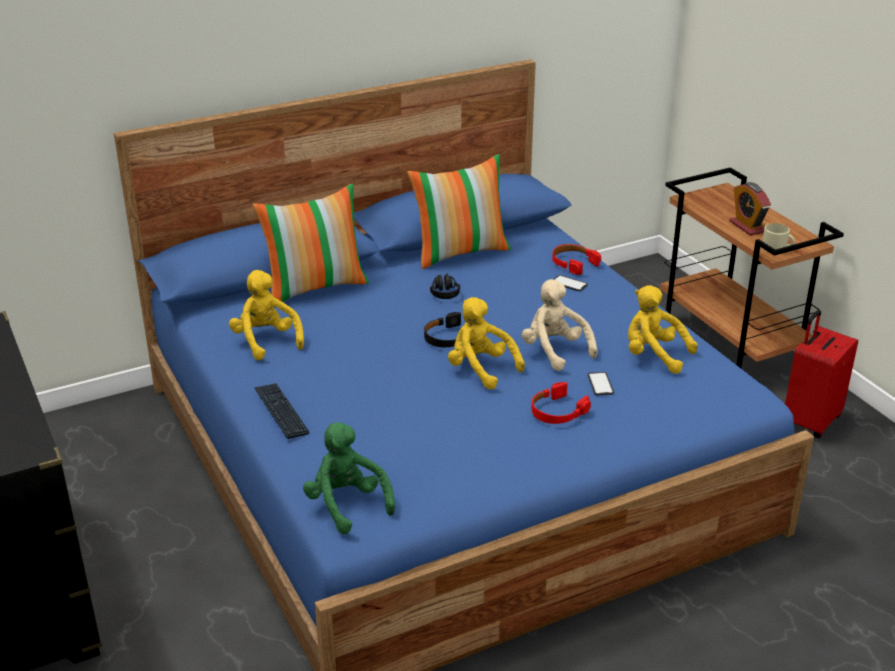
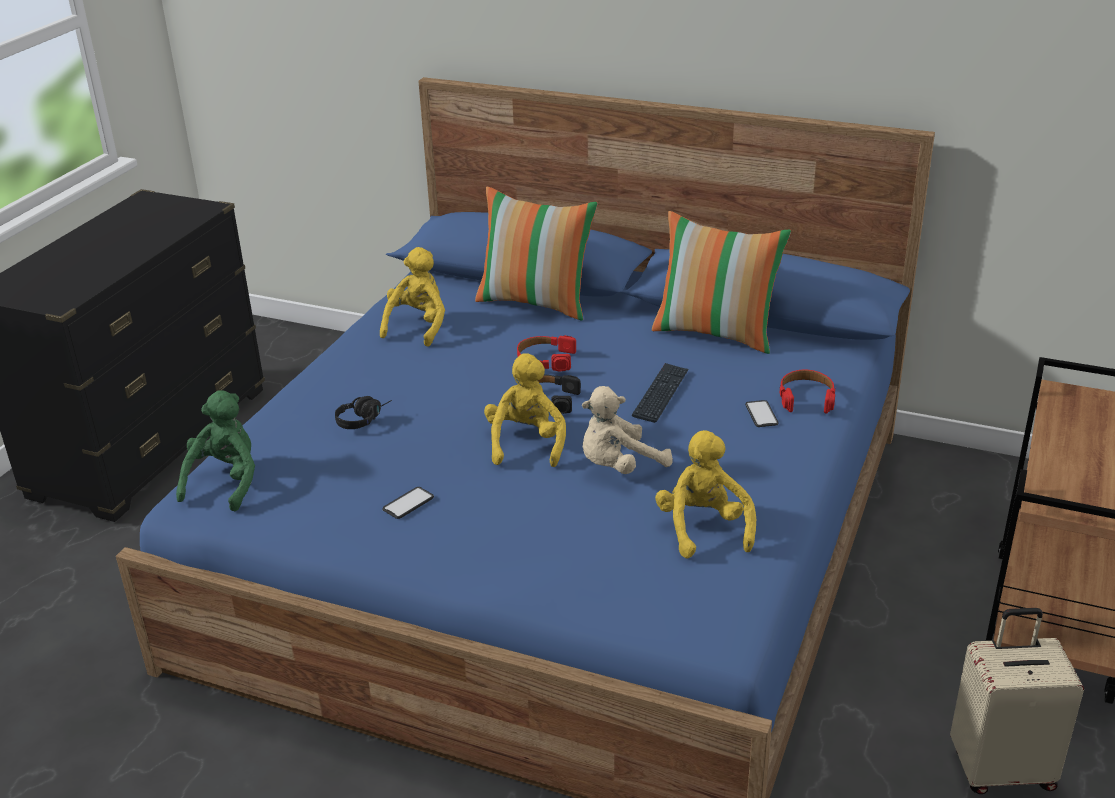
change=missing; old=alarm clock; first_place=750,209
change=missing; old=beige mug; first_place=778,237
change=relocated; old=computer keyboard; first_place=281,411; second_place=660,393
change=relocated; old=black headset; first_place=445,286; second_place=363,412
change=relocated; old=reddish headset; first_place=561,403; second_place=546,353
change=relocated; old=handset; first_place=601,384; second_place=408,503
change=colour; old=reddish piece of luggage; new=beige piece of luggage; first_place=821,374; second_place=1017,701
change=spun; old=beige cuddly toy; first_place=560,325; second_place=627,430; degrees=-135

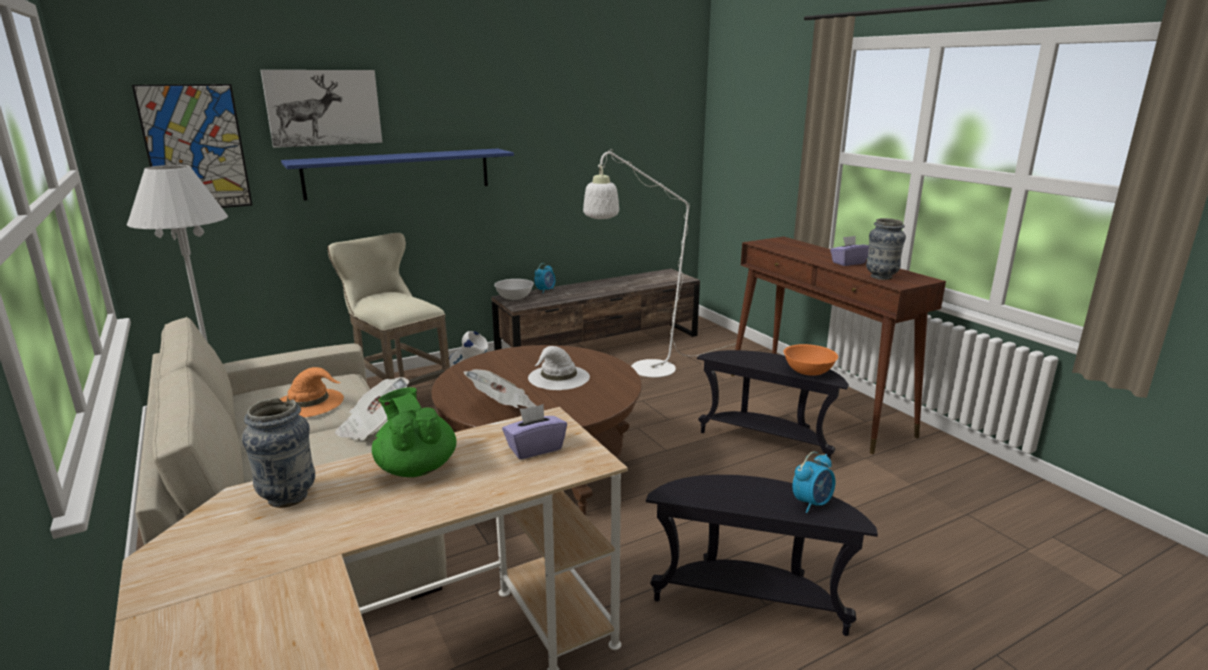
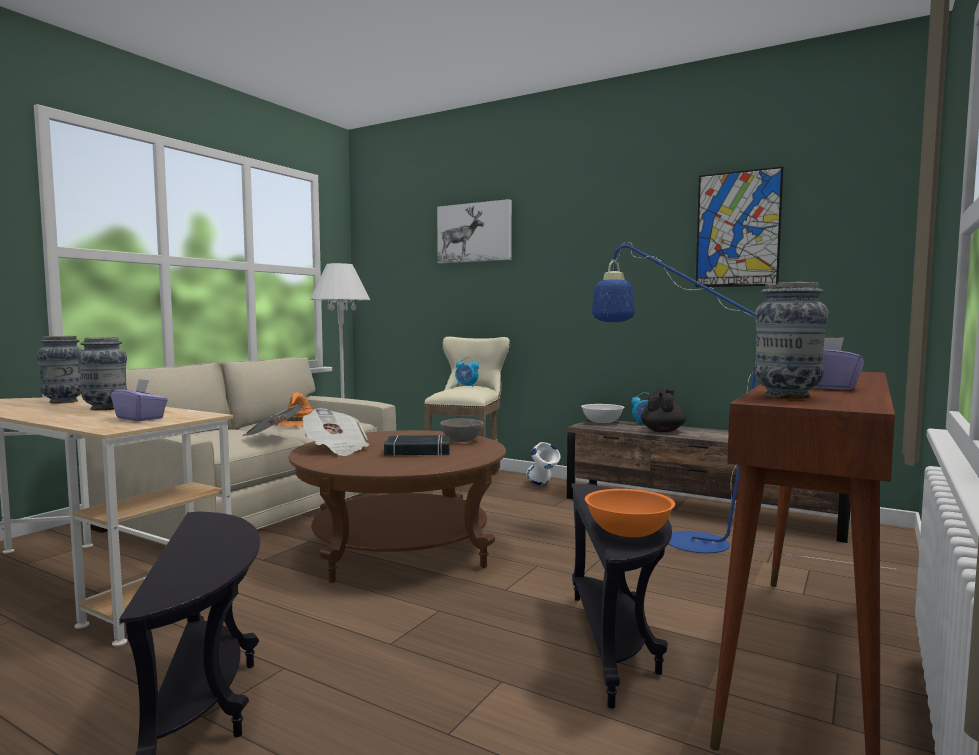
change=missing; old=blue bracket shelf; first_place=397,175
change=appeared; new=gray deep dish; second_place=462,430
change=appeared; new=black teapot; second_place=663,410
change=relocated; old=wall picture; first_place=192,146; second_place=739,226
change=relocated; old=alarm clock; first_place=814,482; second_place=467,372
change=exchanged; old=greenish teapot; new=vase; first_place=414,432; second_place=102,373
change=exchanged; old=white wearable hat; new=black volume; first_place=559,368; second_place=417,445
change=colour; old=white standing lamp; new=blue standing lamp; first_place=659,263; second_place=744,406

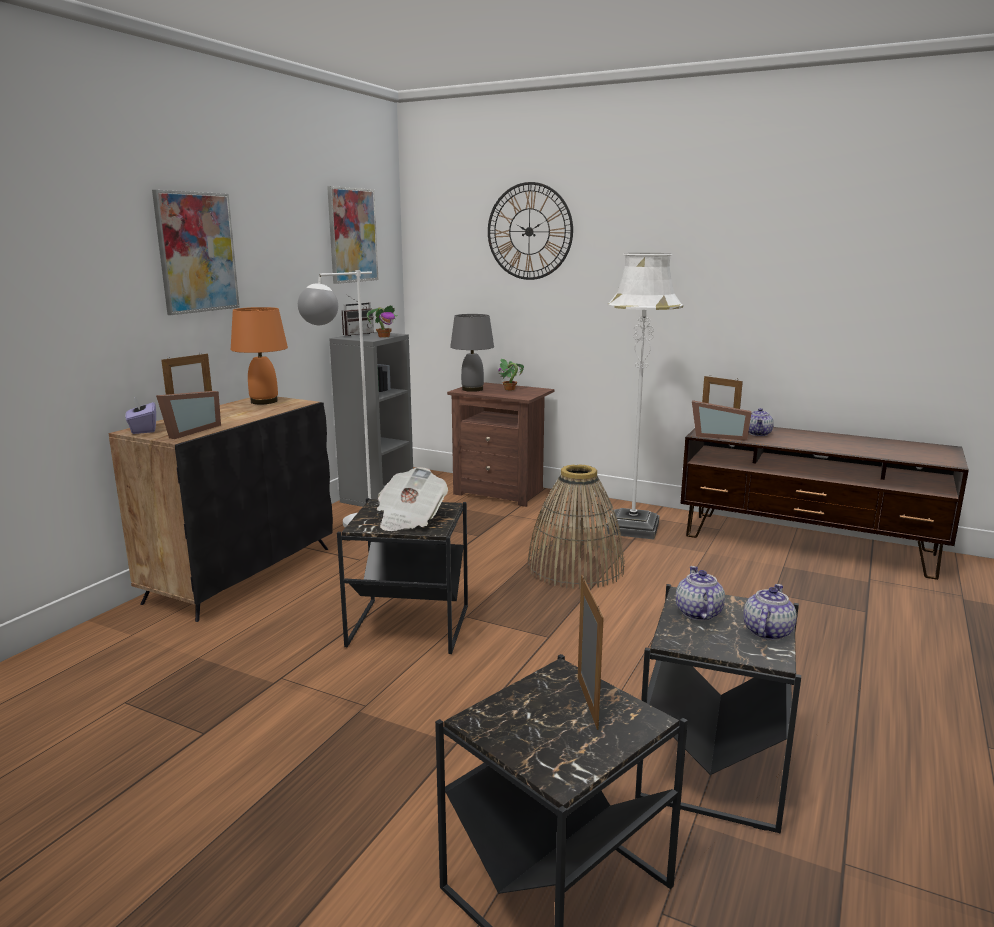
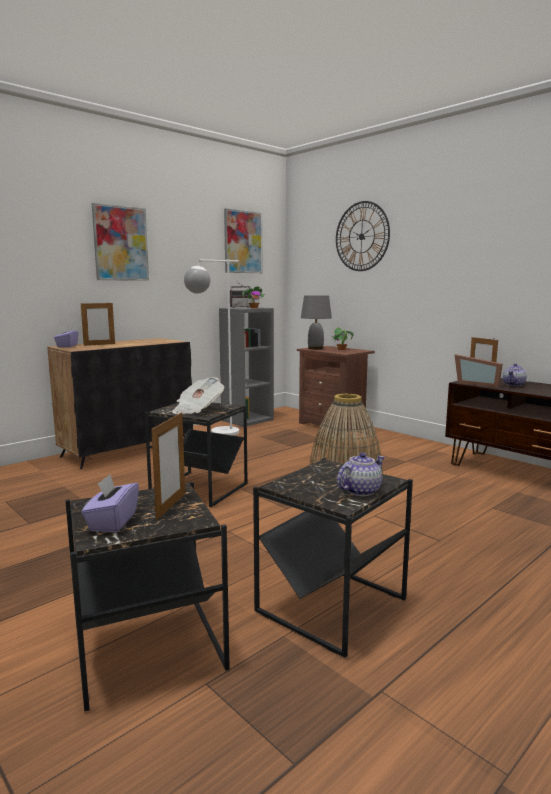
change=missing; old=photo frame; first_place=188,415
change=missing; old=orange lamp for a table; first_place=259,355
change=missing; old=white standing lamp; first_place=644,396
change=missing; old=teapot; first_place=700,593
change=appeared; new=purplish box of tissues; second_place=110,503

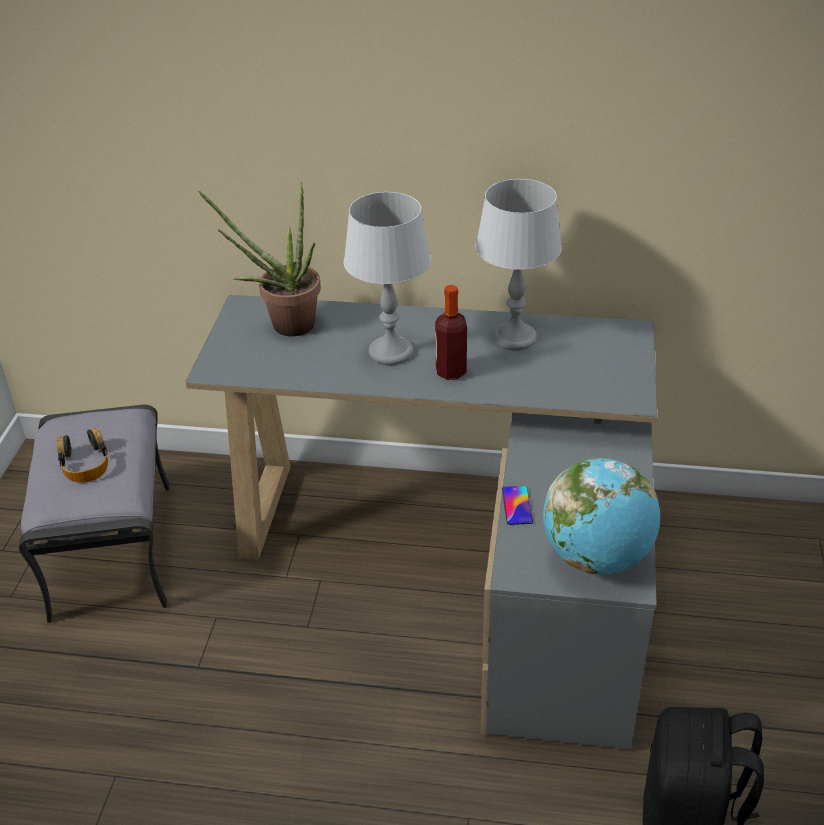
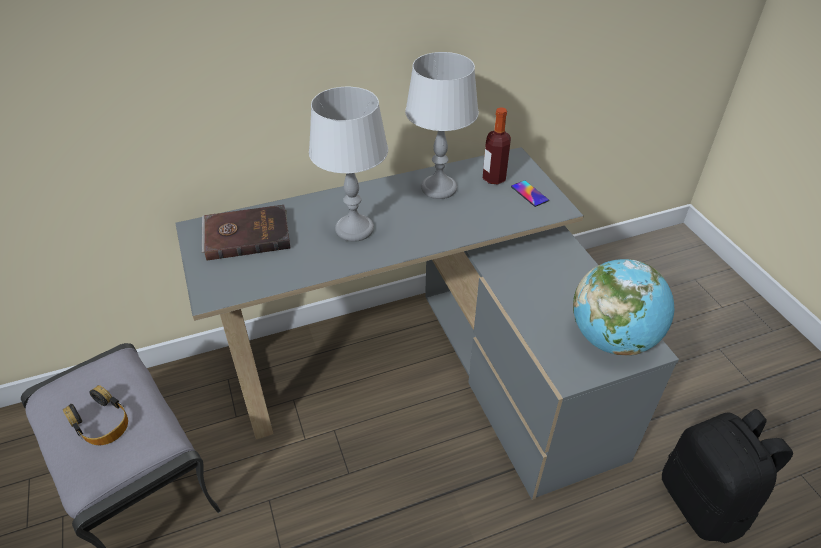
change=relocated; old=bottle; first_place=451,332; second_place=497,146
change=relocated; old=handset; first_place=517,505; second_place=530,194
change=exchanged; old=potted plant; new=brown-coloured volume; first_place=259,259; second_place=246,233

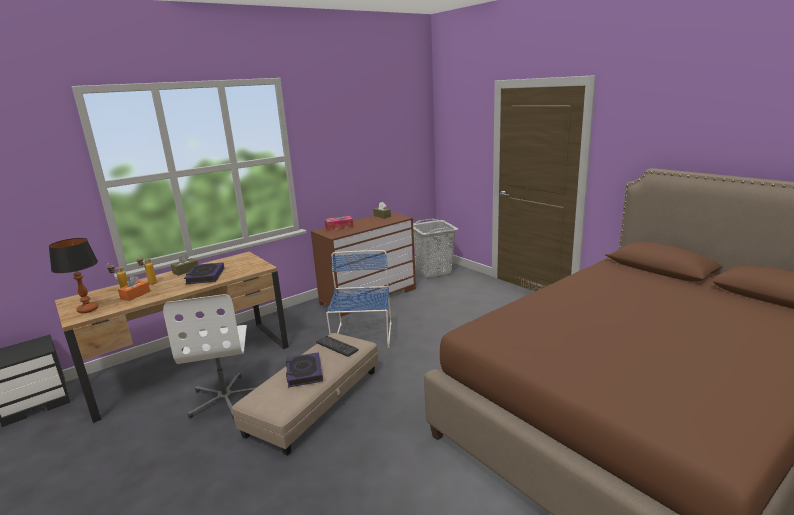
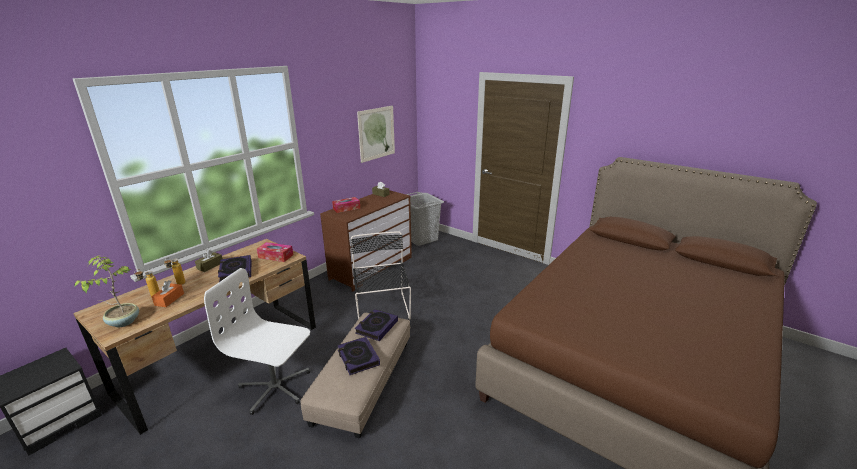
change=appeared; new=box of tissues; second_place=275,252
change=appeared; new=wall picture; second_place=376,134
change=exchanged; old=lamp for a table; new=potted plant; first_place=73,275; second_place=107,291
change=exchanged; old=computer keyboard; new=volume; first_place=337,346; second_place=376,325
change=colour; old=blue chair; new=black chair; first_place=359,299; second_place=380,275
change=spun; old=white computer chair; first_place=210,356; second_place=257,341; degrees=135

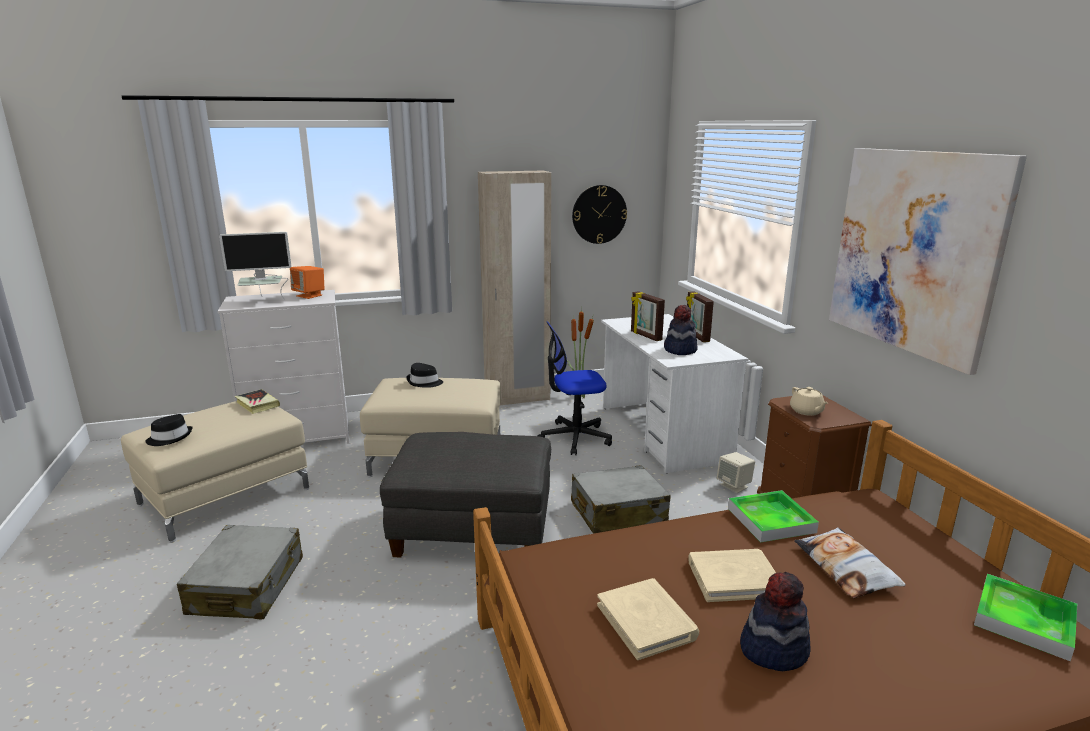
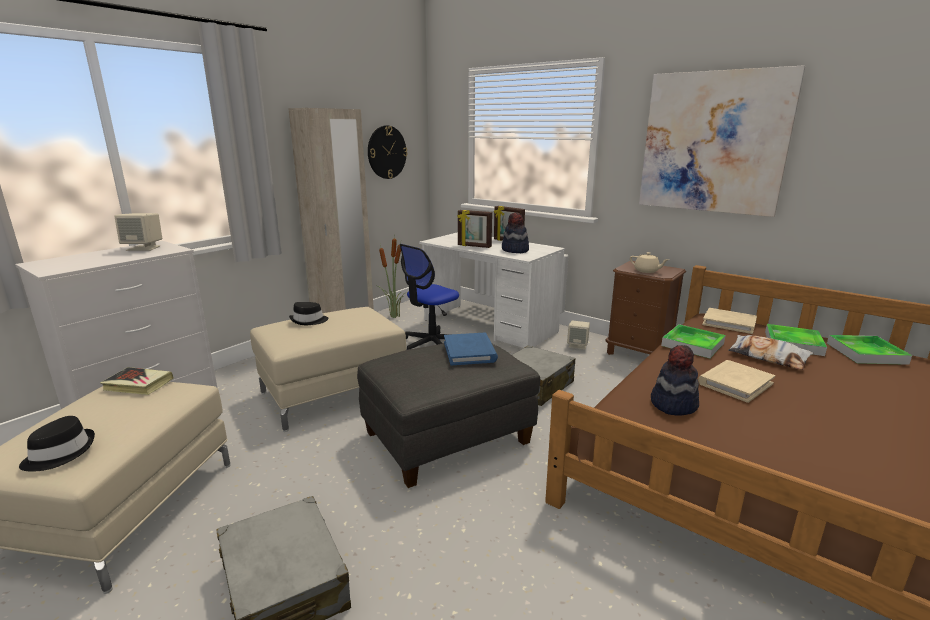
change=missing; old=monitor; first_place=255,266
change=appeared; new=blue volume; second_place=471,349
change=appeared; new=carrying tray; second_place=796,340
change=relocated; old=beige volume; first_place=648,619; second_place=729,321
change=relocated; old=wearable hat; first_place=775,621; second_place=675,380
change=colour; old=orange speaker; new=beige speaker; first_place=307,282; second_place=138,232

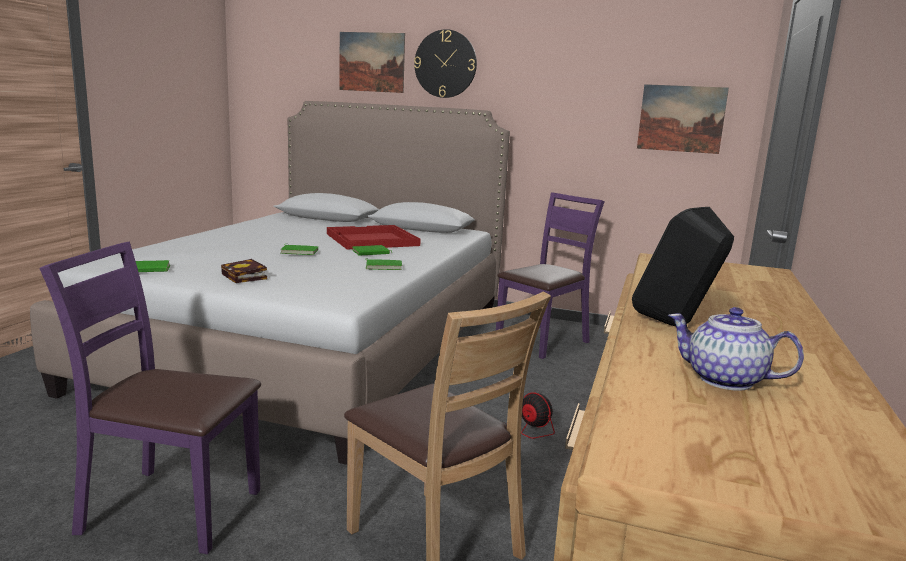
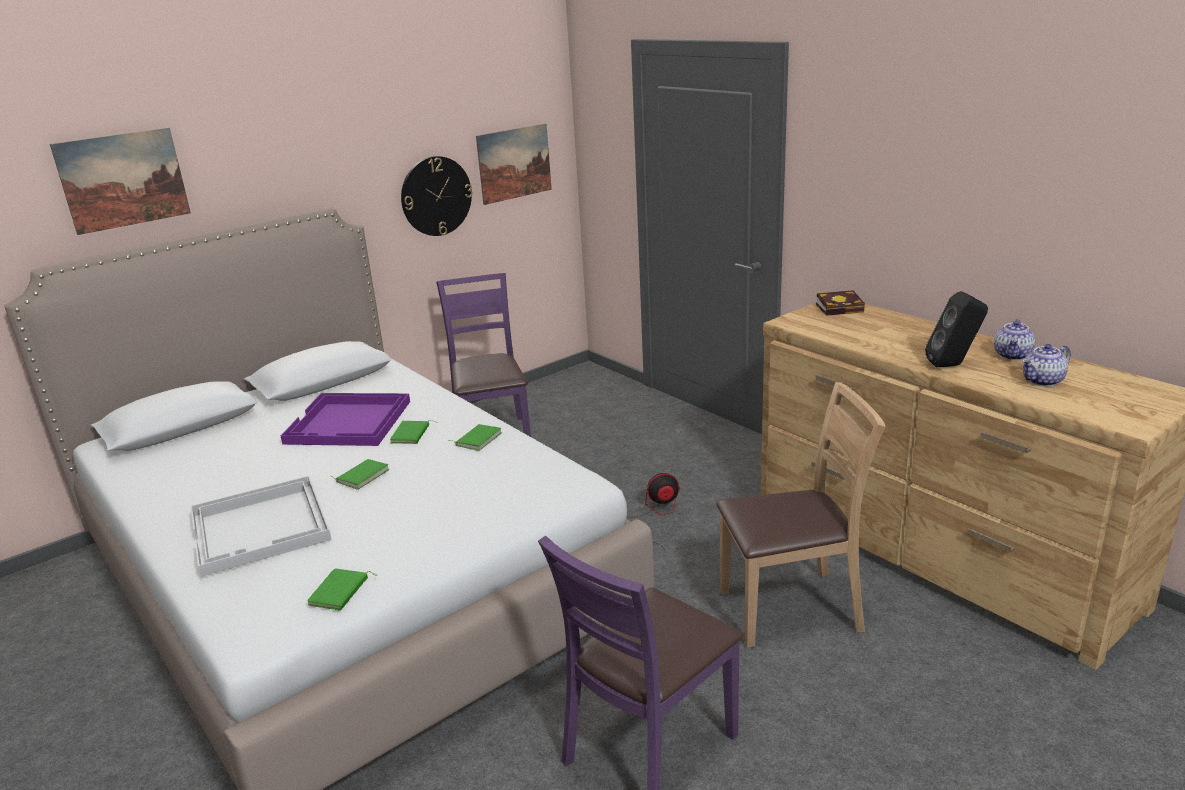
change=appeared; new=white carrying tray; second_place=261,526
change=appeared; new=teapot; second_place=1014,339
change=relocated; old=volume; first_place=244,271; second_place=840,303
change=relocated; old=clock on the wall; first_place=445,63; second_place=437,196
change=colour; old=reddish carrying tray; new=purplish carrying tray; first_place=374,237; second_place=345,419

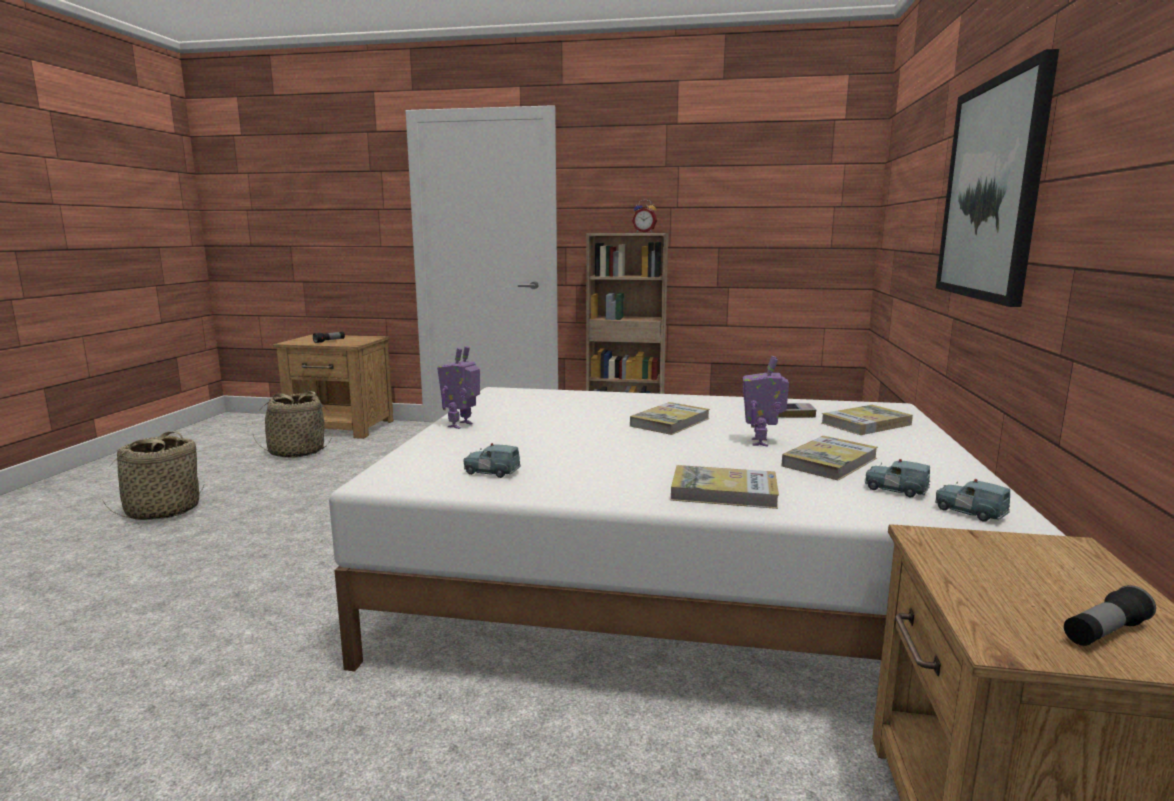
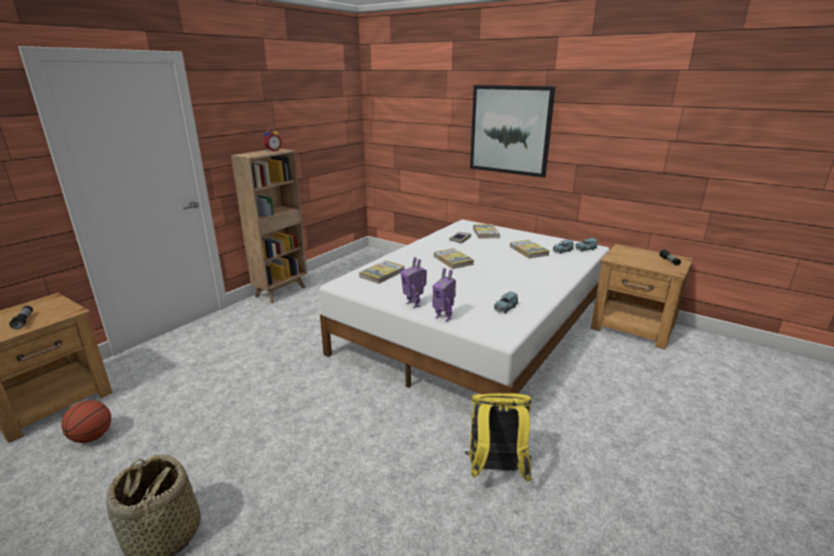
change=appeared; new=yellowish backpack; second_place=498,437
change=relocated; old=volume; first_place=725,487; second_place=382,272
change=relocated; old=model robot; first_place=766,401; second_place=444,295
change=exchanged; old=storage basket; new=basketball ball; first_place=292,424; second_place=86,421

